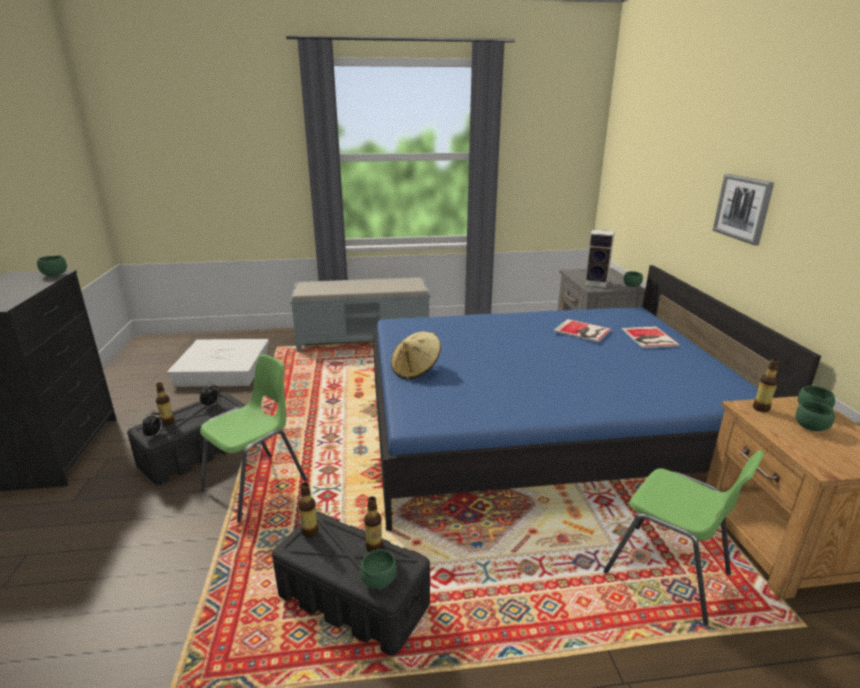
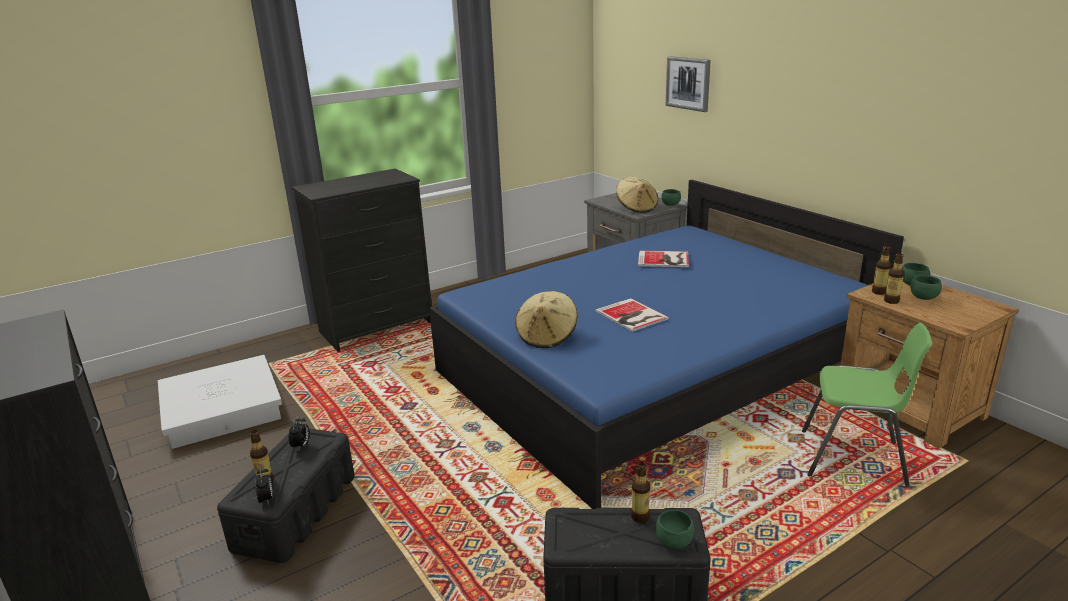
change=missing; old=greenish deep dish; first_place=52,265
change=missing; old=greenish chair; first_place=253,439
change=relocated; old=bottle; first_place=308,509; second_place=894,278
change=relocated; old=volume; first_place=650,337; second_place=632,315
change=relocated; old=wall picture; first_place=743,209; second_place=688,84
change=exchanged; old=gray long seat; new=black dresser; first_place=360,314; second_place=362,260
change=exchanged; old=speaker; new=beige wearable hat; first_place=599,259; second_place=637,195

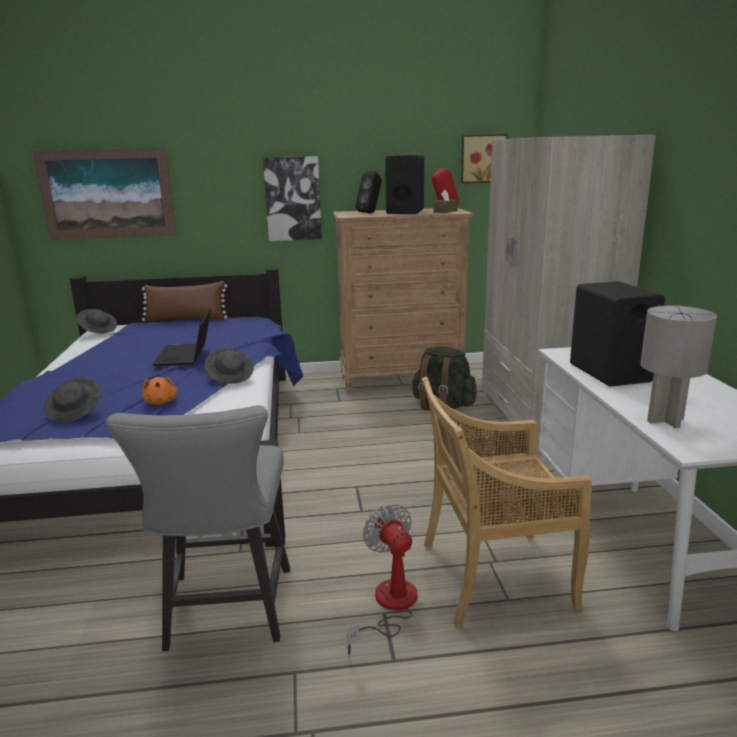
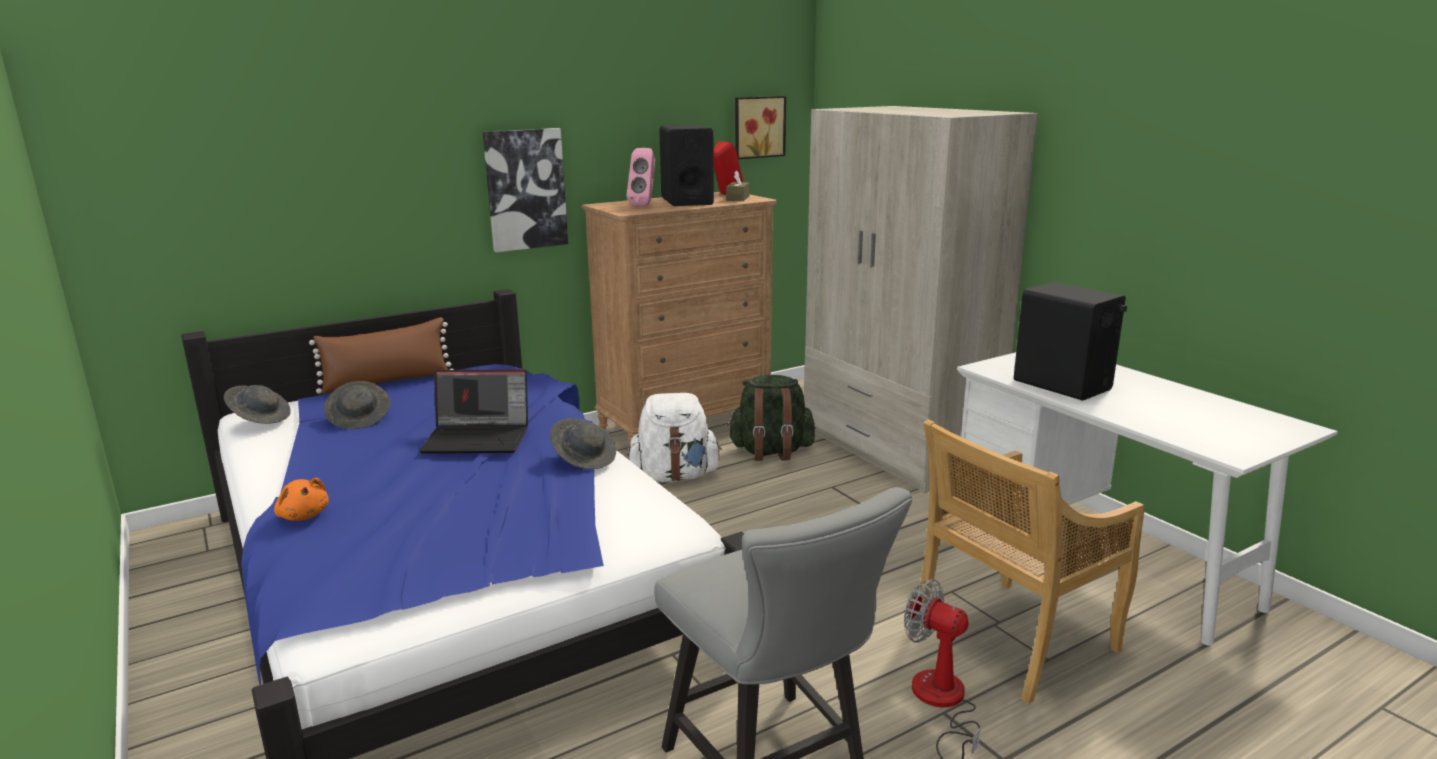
change=missing; old=wall picture; first_place=105,194
change=missing; old=gray lamp for a table; first_place=678,366
change=appeared; new=white backpack; second_place=675,437
change=relocated; old=gray wearable hat; first_place=72,399; second_place=357,405
change=relocated; old=orange cuddly toy; first_place=160,391; second_place=301,499
change=colour; old=black speaker; new=pink-coloured speaker; first_place=369,191; second_place=641,177
change=spun; old=laptop; first_place=181,337; second_place=473,411; degrees=-60

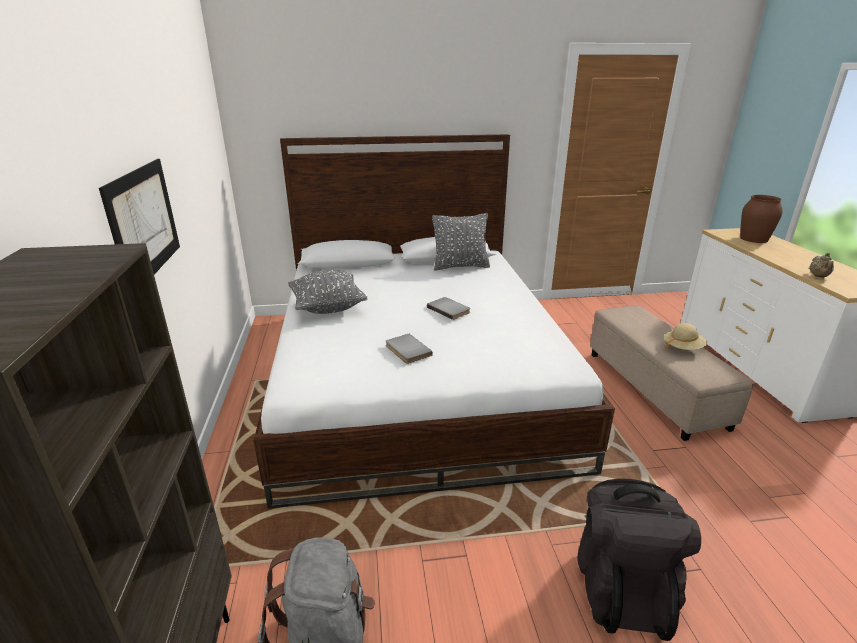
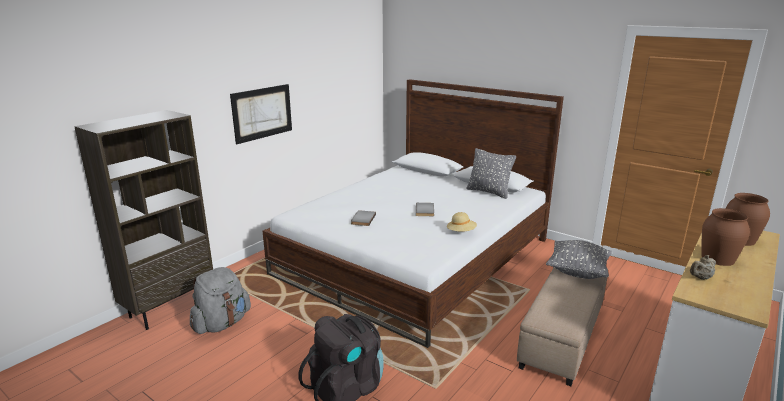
change=appeared; new=brown-coloured vase; second_place=726,237
change=relocated; old=gray throw pillow; first_place=328,292; second_place=579,259
change=relocated; old=beige wearable hat; first_place=685,336; second_place=462,222

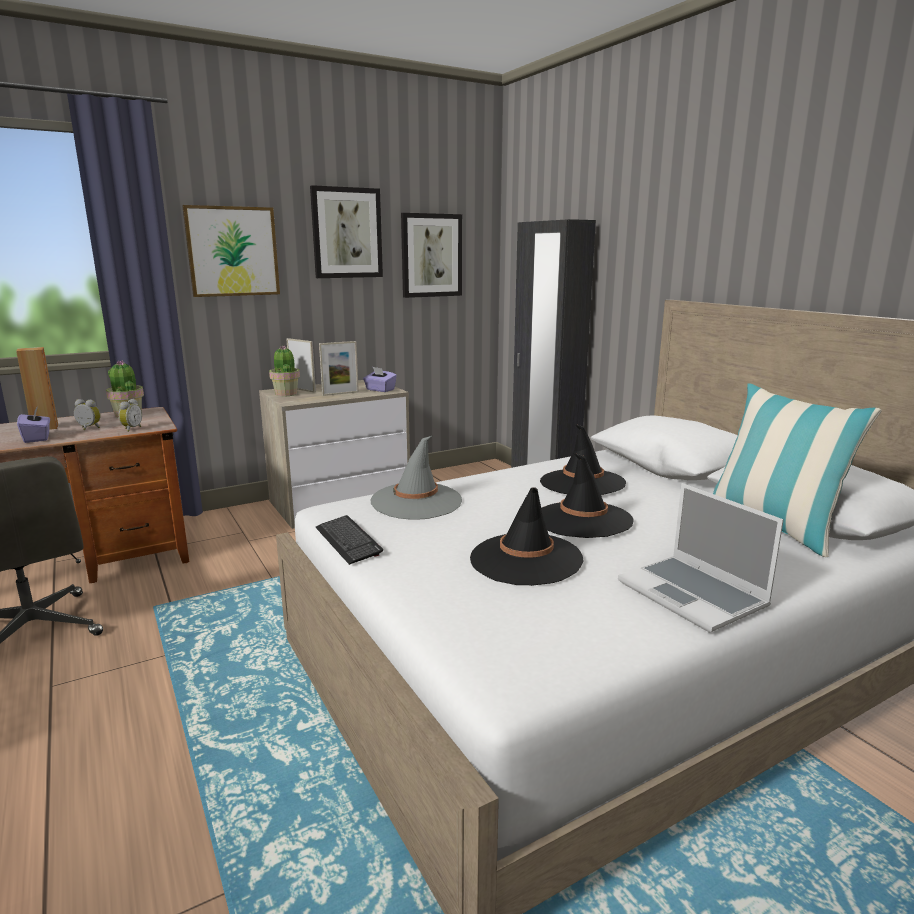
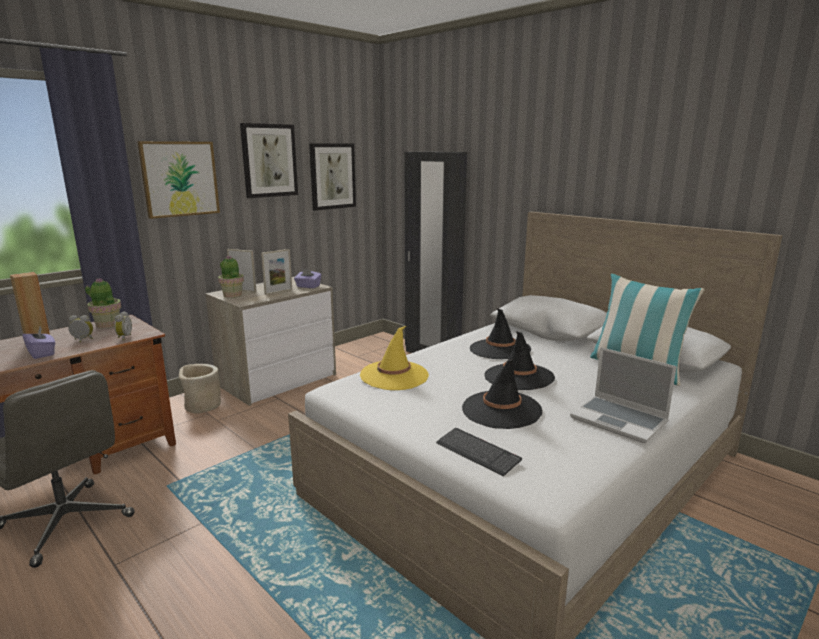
change=appeared; new=beige plant pot; second_place=200,389
change=relocated; old=computer keyboard; first_place=349,540; second_place=479,452
change=colour; old=gray wearable hat; new=yellowish wearable hat; first_place=416,478; second_place=394,358

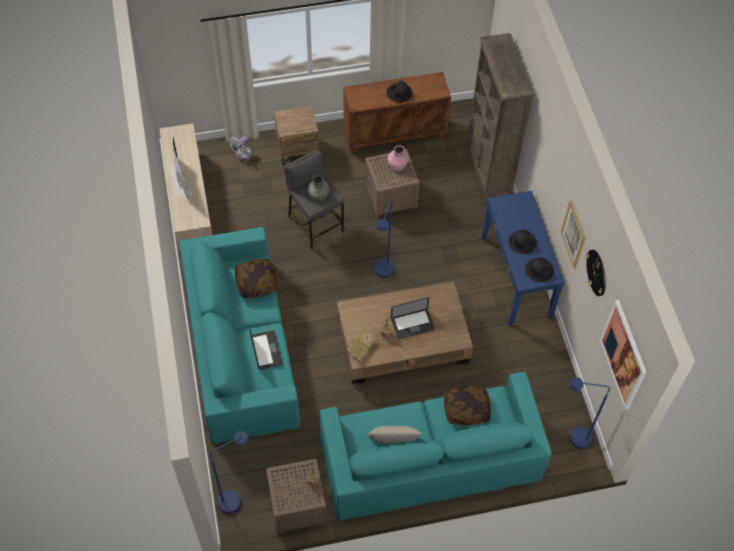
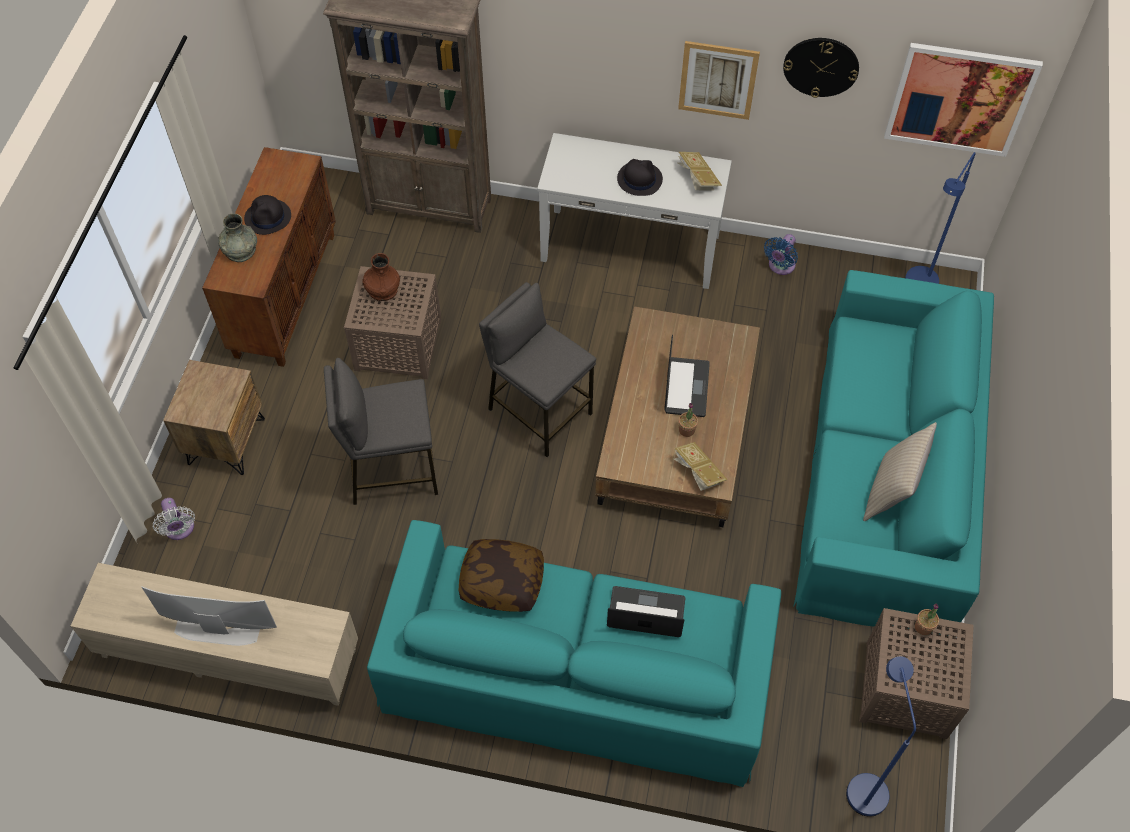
change=missing; old=throw pillow; first_place=467,405
change=appeared; new=blue cooling fan; second_place=781,254
change=relocated; old=gray vase; first_place=318,188; second_place=237,237
change=exchanged; old=blue standing lamp; new=gray sitting stool; first_place=384,239; second_place=537,369
change=exchanged; old=black wearable hat; new=volume; first_place=539,269; second_place=699,171
change=colour; old=pink-coloured vase; new=brown-coloured vase; first_place=397,158; second_place=381,277
change=colour; old=blue narrow table; new=white narrow table; first_place=523,258; second_place=634,211

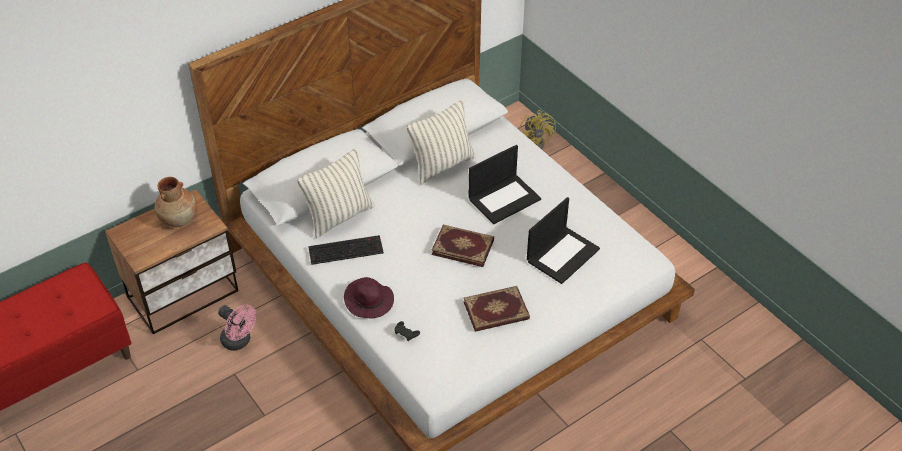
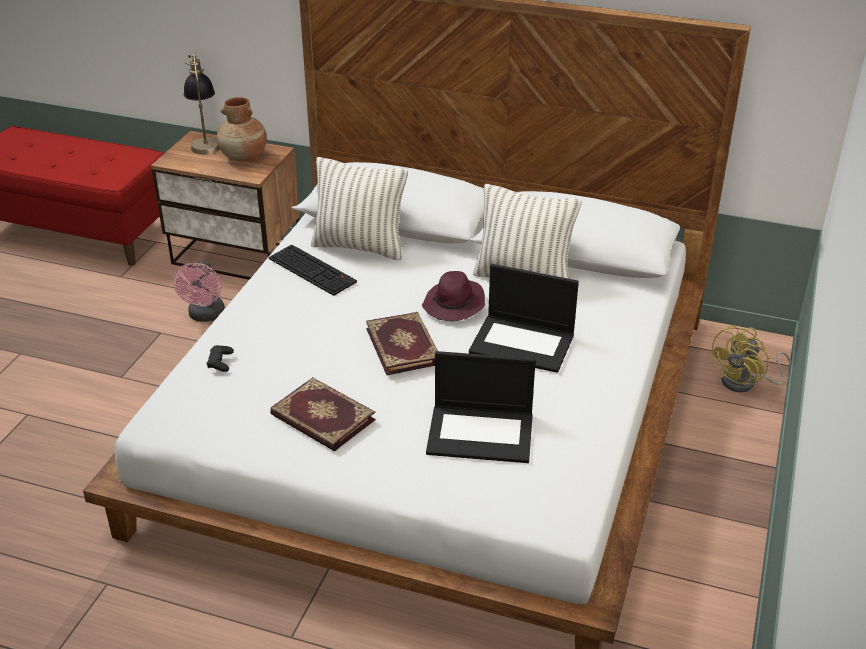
change=appeared; new=lamp for a table; second_place=201,104
change=relocated; old=purplish wearable hat; first_place=369,298; second_place=453,296

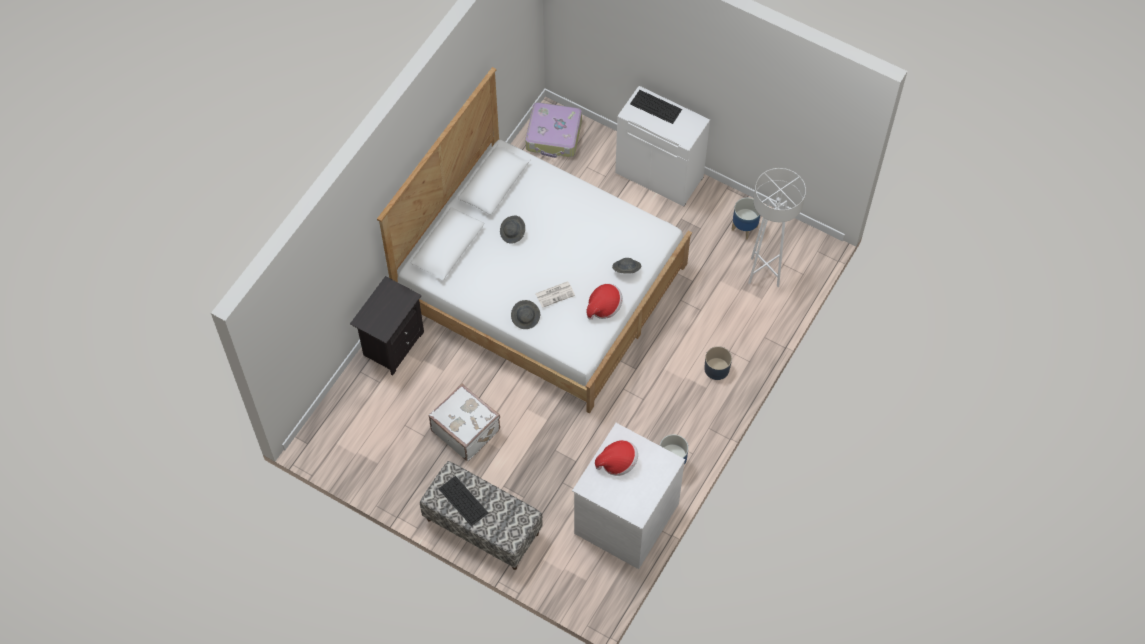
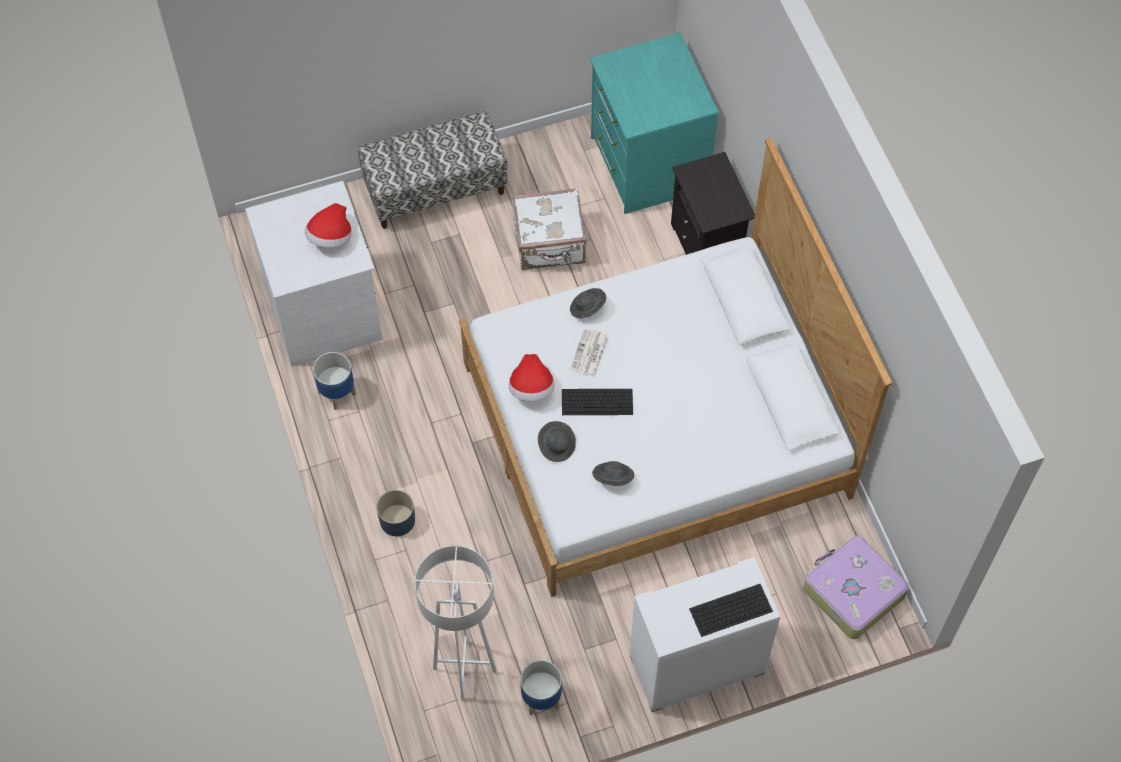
change=appeared; new=blue-green dresser; second_place=654,123
change=relocated; old=computer keyboard; first_place=463,501; second_place=597,402
change=relocated; old=gray wearable hat; first_place=512,230; second_place=613,473

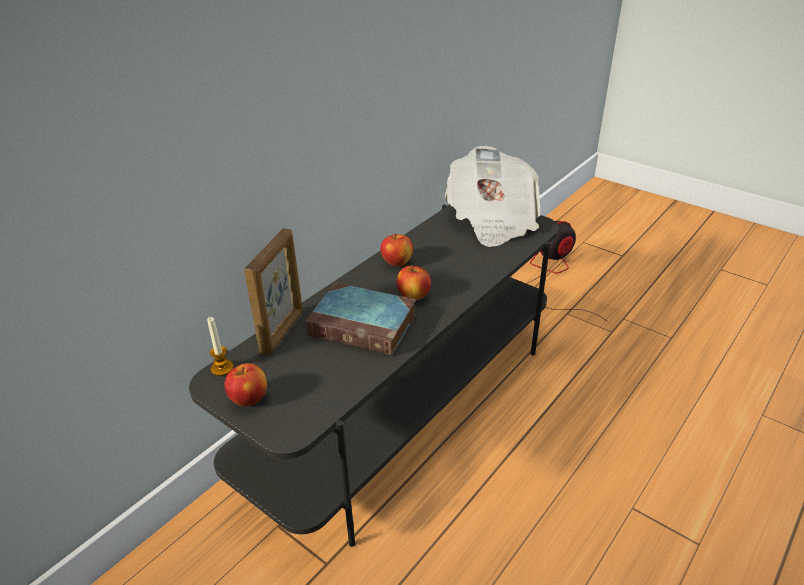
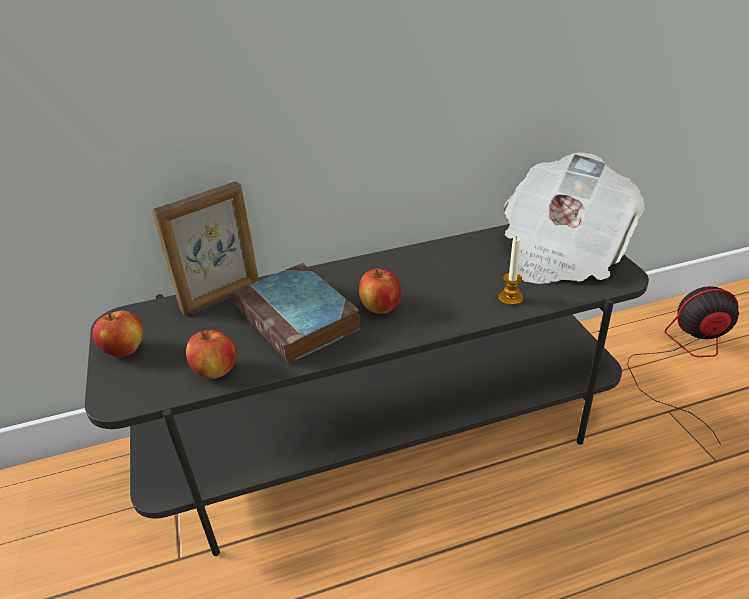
change=relocated; old=wax light; first_place=220,346; second_place=511,271
change=relocated; old=apple; first_place=397,250; second_place=211,354

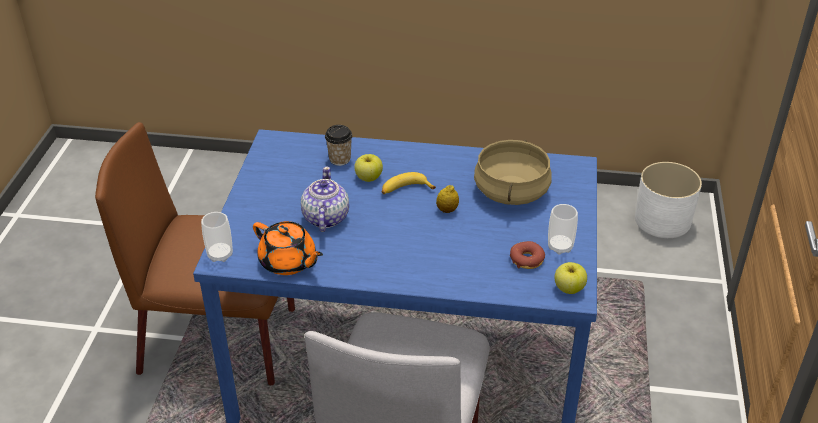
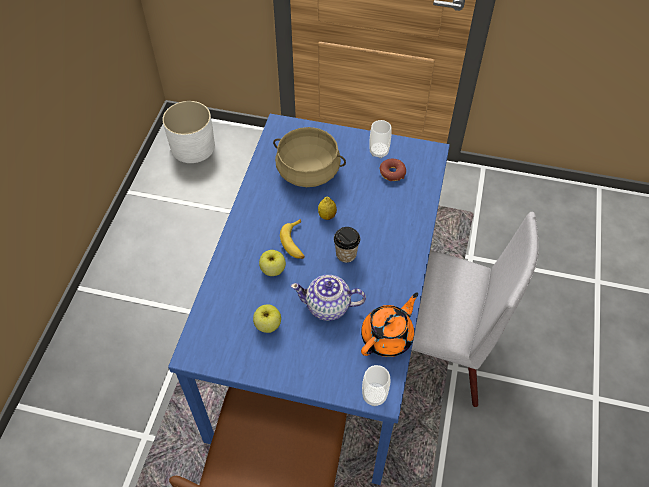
change=relocated; old=drinking cup; first_place=339,145; second_place=347,245
change=relocated; old=apple; first_place=570,278; second_place=267,318

